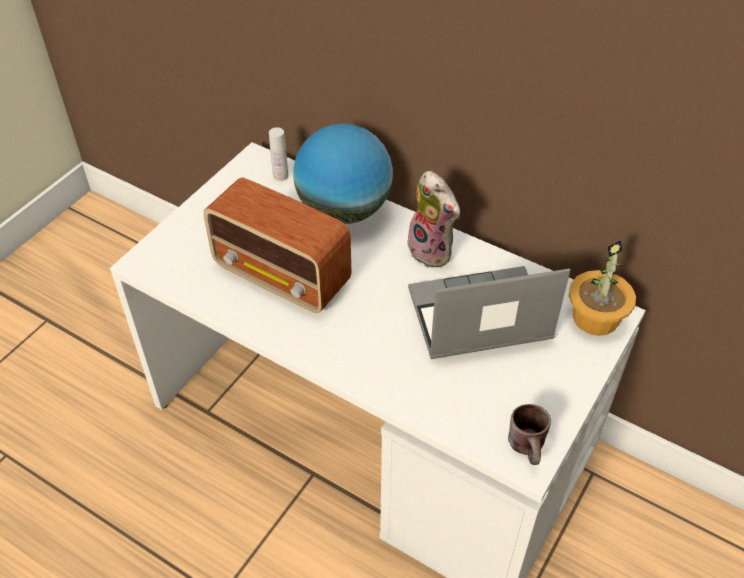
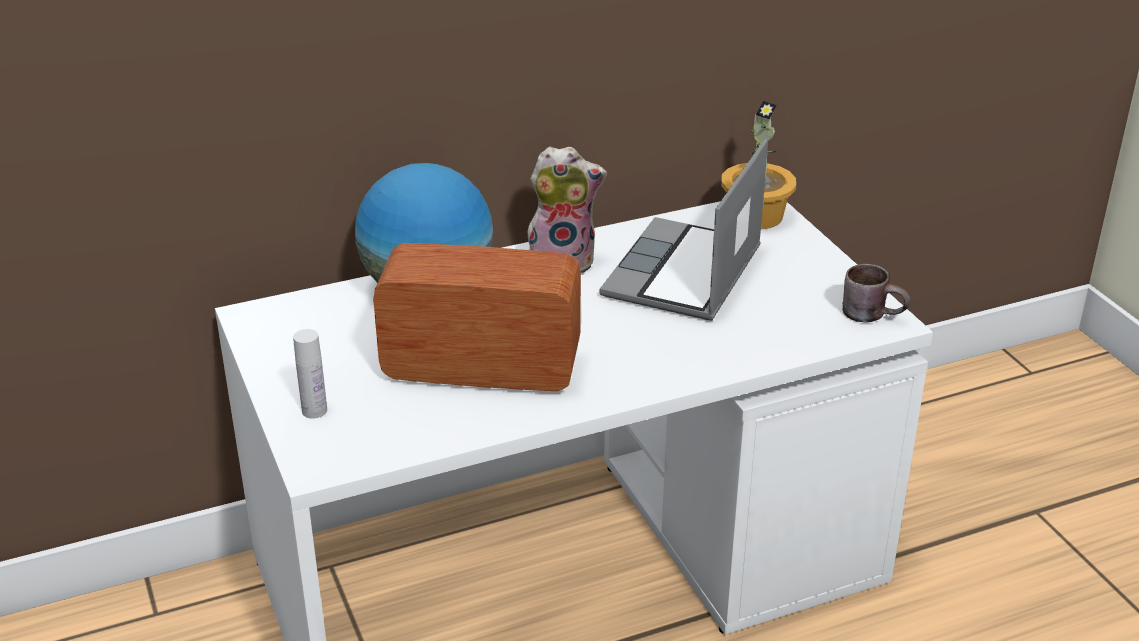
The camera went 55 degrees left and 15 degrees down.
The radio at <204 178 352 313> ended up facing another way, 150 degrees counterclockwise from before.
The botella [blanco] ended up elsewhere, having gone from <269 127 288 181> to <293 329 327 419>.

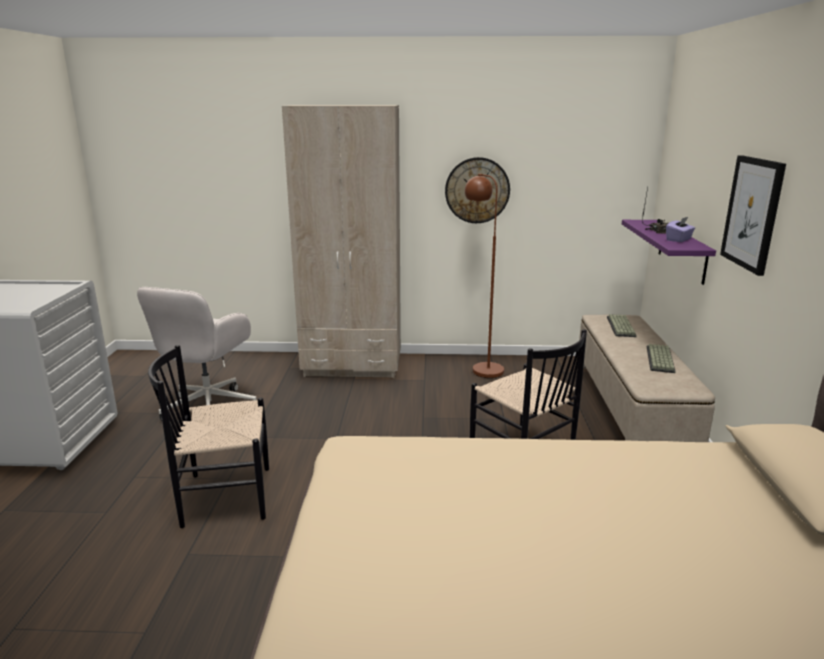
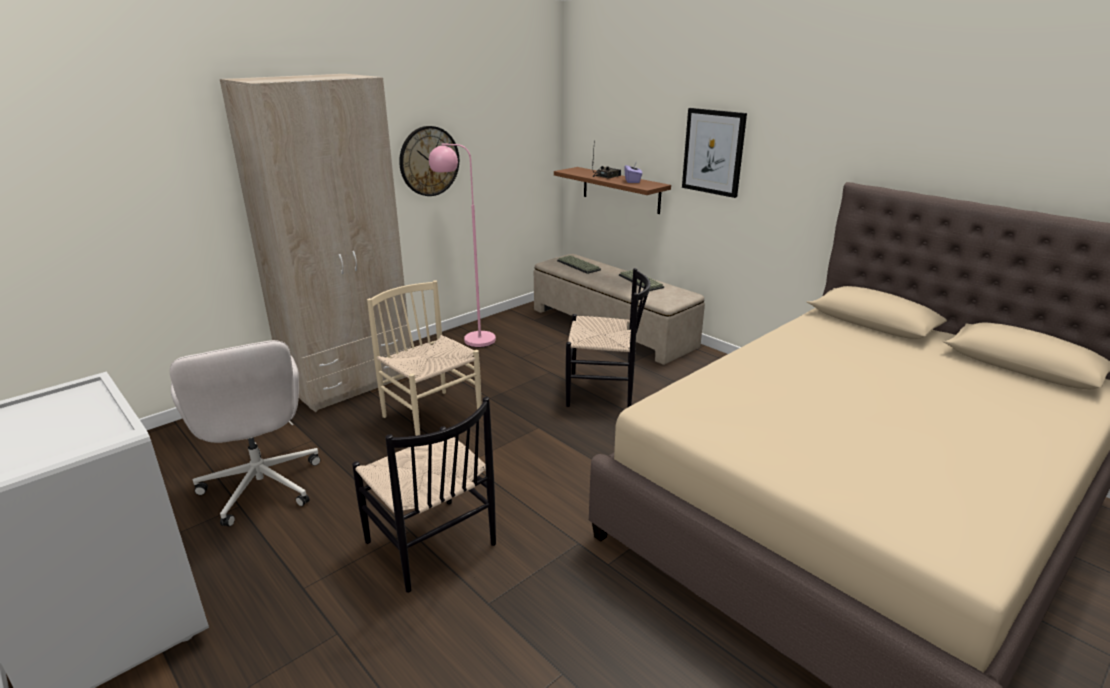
The camera went 45 degrees left and 5 degrees up.
The silla [negro] at <148 345 269 528> ended up facing another way, 75 degrees counterclockwise from before.
What was the lámpara de pie [marrón] at <465 174 504 378> turned into the lámpara de pie [rosa] at <429 143 496 347>.
What was the estante [morado] at <622 220 716 285> turned into the estante [marrón] at <554 167 671 214>.
The second view gained the silla [beis] at <367 280 481 436>.

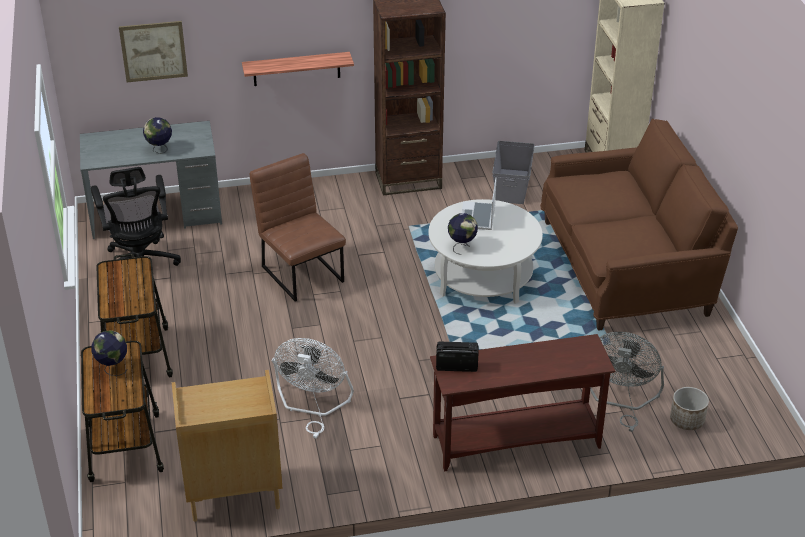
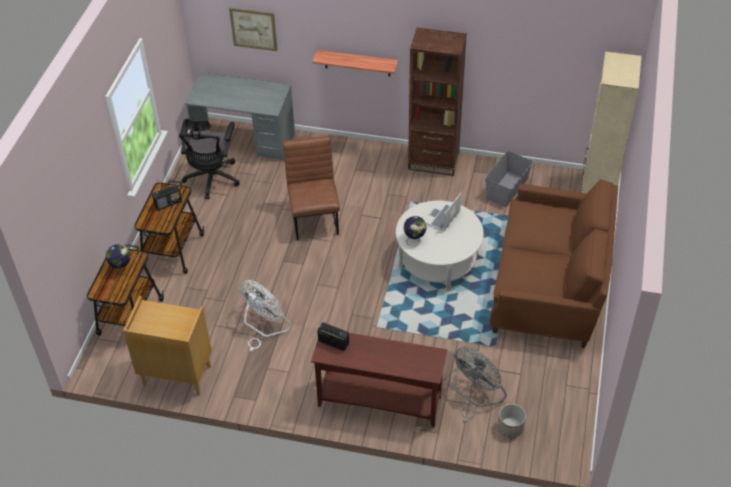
The camera went 25 degrees right and 10 degrees up.
The second view lost the globo terráqueo at <143 117 172 154>.
The second view gained the radio at <152 185 182 210>.

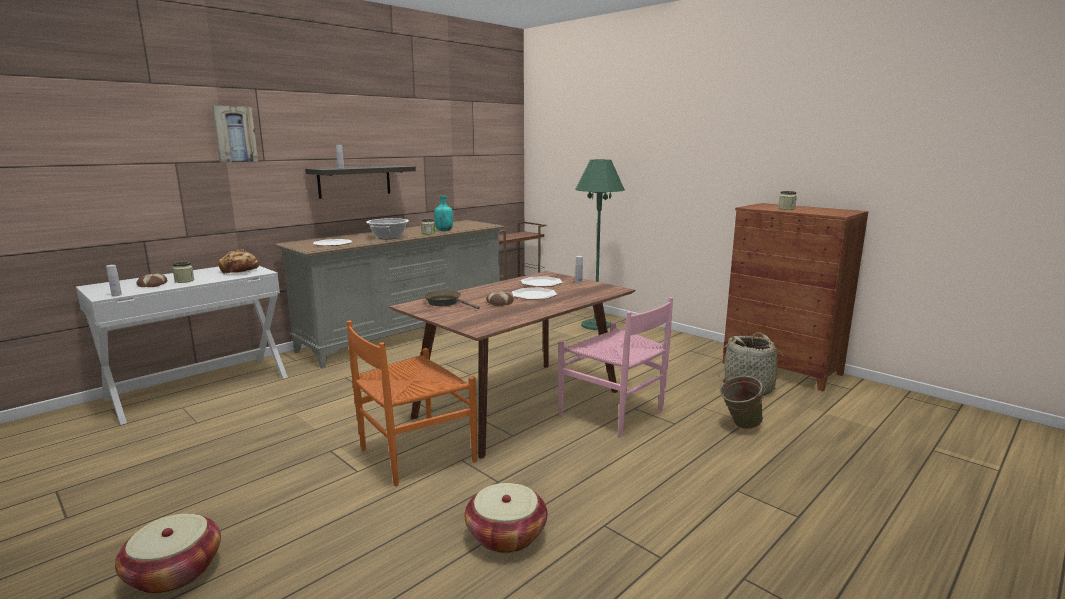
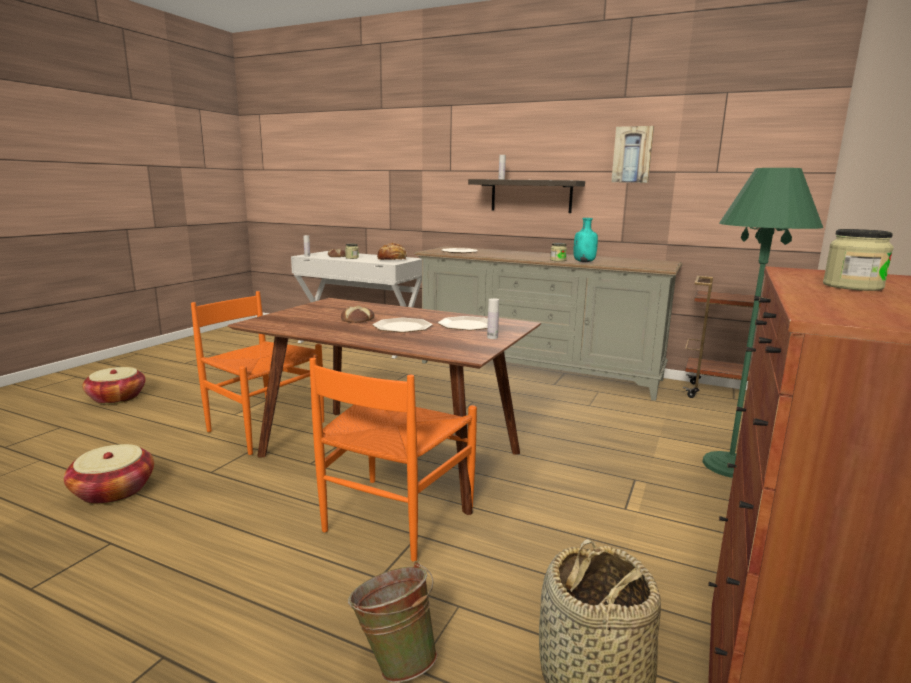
The camera went 70 degrees right and 0 degrees up.
The cuadro ended up elsewhere, having gone from <212 106 258 162> to <611 126 654 183>.
The second view lost the olla at <366 218 409 239>.
The second view lost the sartén [marrón] at <423 290 480 309>.
What was the silla [rosa] at <558 297 673 436> turned into the silla [naranja] at <309 358 477 562>.

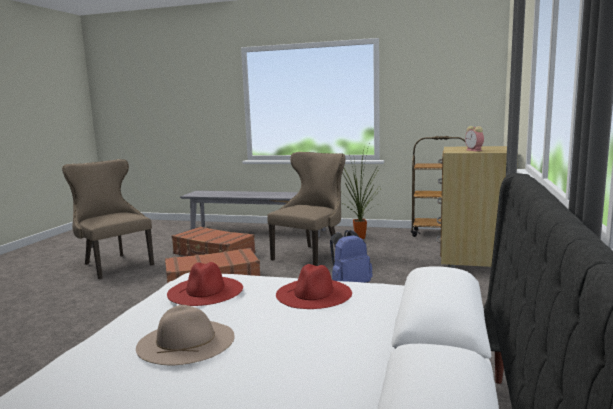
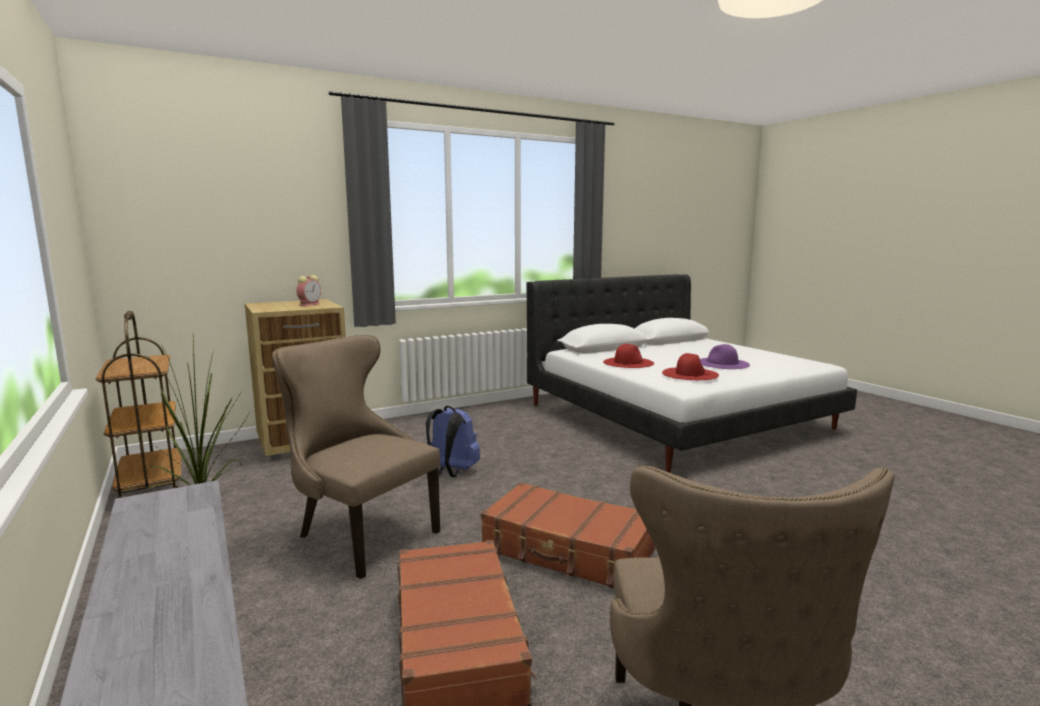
The camera went 135 degrees left and 0 degrees up.
What was the sombrero [beis] at <136 305 235 366> turned into the sombrero [morado] at <700 344 750 369>.
The silla [beis] at <267 152 345 266> ended up facing another way, 45 degrees clockwise from before.

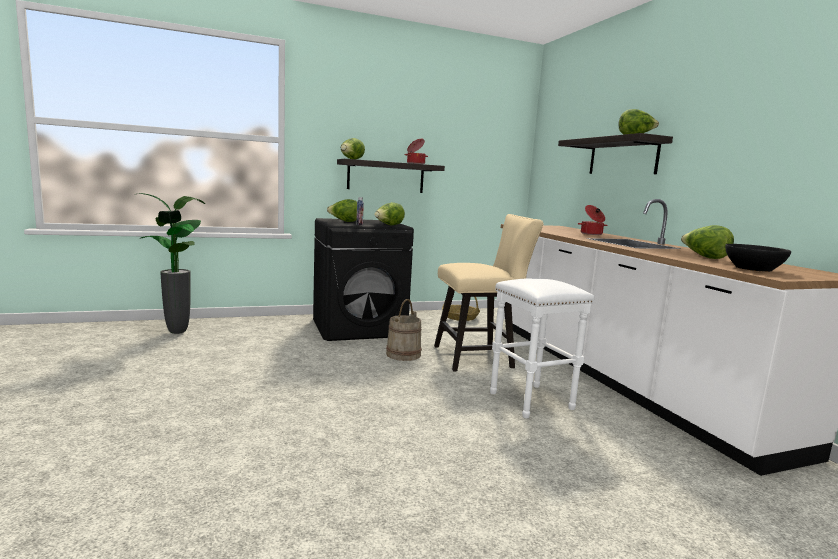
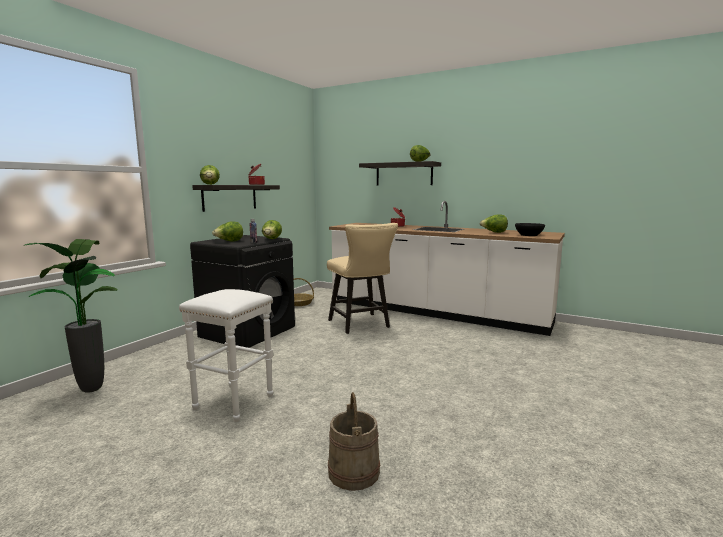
The camera went 40 degrees left and 0 degrees up.
The cubo [beis] ended up elsewhere, having gone from <386 299 422 361> to <328 392 380 491>.
The silla [beis] at <434 214 544 372> ended up facing another way, 120 degrees clockwise from before.
The taburete [blanco] ended up elsewhere, having gone from <490 278 594 418> to <179 289 273 422>.

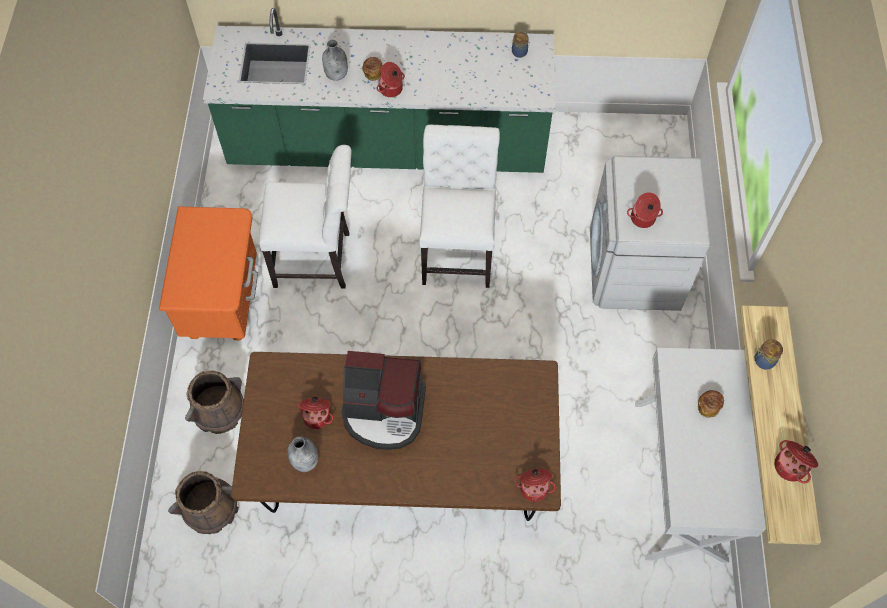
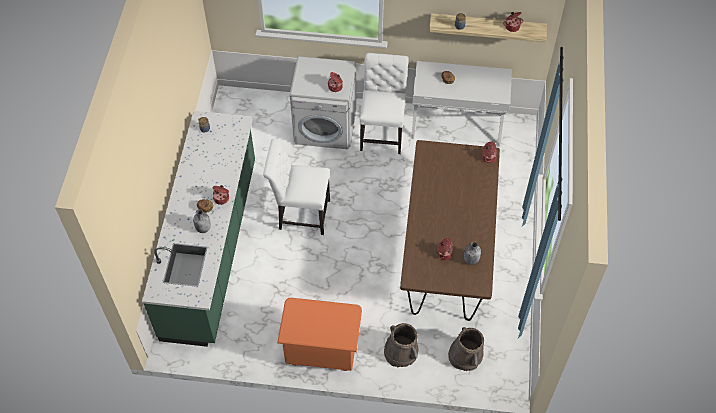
The camera went 85 degrees left and 5 degrees down.
The silla [blanco] ended up elsewhere, having gone from <259 145 352 288> to <360 53 409 154>.
The second view lost the cafetera at <341 351 426 450>.

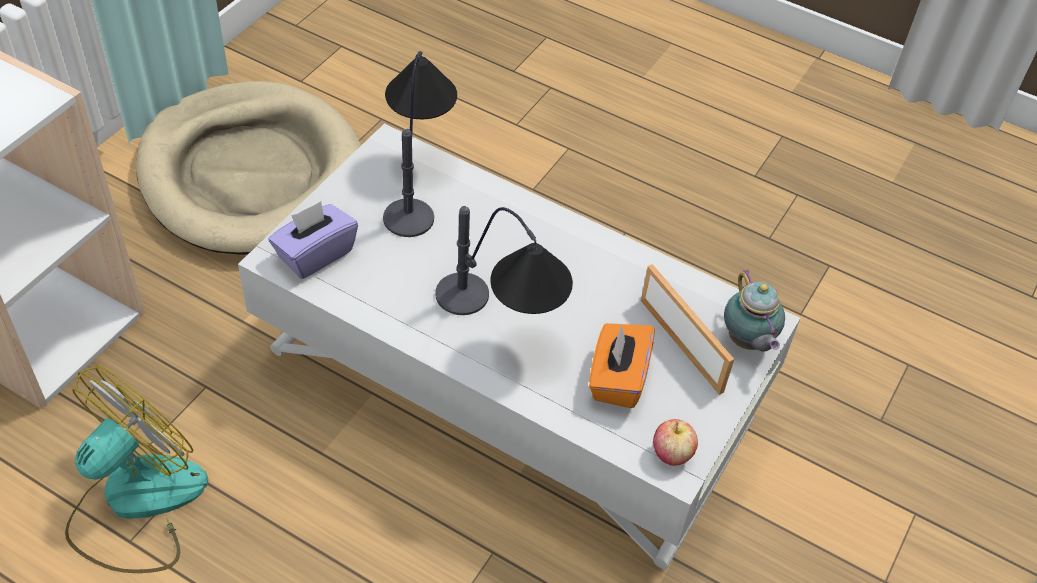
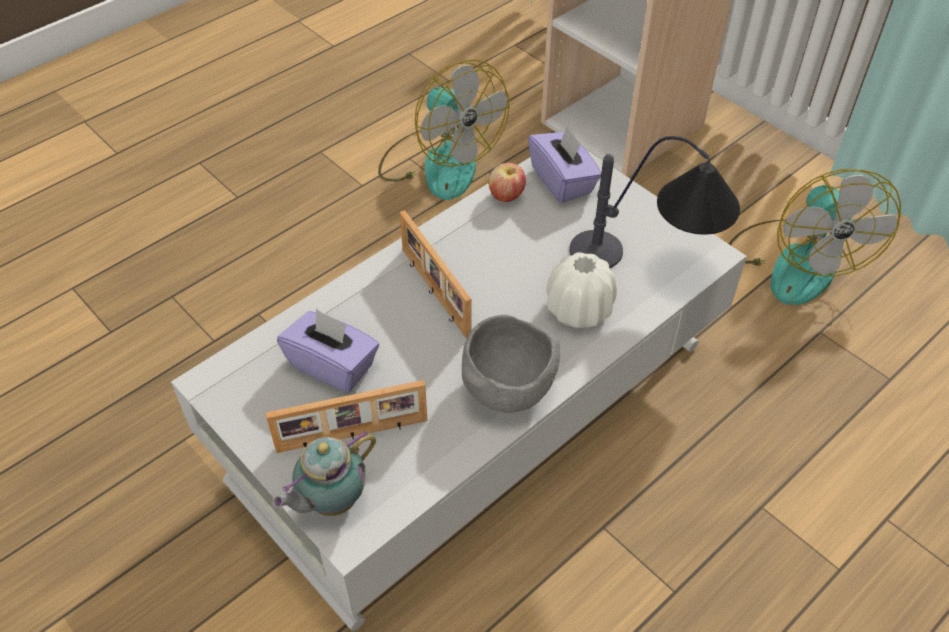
The camera went 110 degrees right and 0 degrees up.
Where the cama para perro [beis] stood at <136 81 361 255>, the ventilador came to stand at <729 169 901 305>.
Where the lámpara de mesa stood at <435 206 573 315>, the portarretratos came to stand at <400 210 472 338>.
What was the caja de pañuelos [naranja] at <589 323 654 408> turned into the caja de pañuelos [morado] at <277 308 379 393>.
The manzana ended up elsewhere, having gone from <653 419 698 466> to <489 163 526 202>.
The tetera at <724 269 785 352> ended up facing another way, 45 degrees counterclockwise from before.
The second view gained the cuenco [gris] at <462 315 560 413>.
The second view gained the florero [blanco] at <547 252 617 328>.

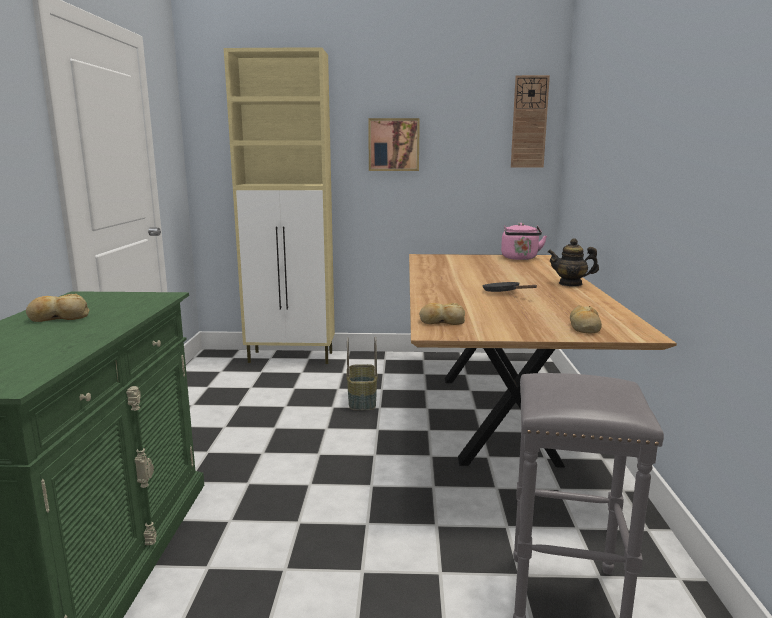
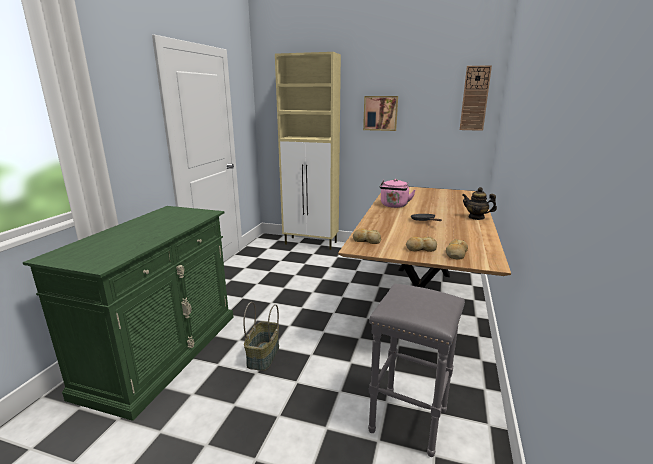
The camera went 15 degrees right and 5 degrees up.
The pan ended up elsewhere, having gone from <26 294 89 322> to <406 237 437 252>.
The cesta ended up elsewhere, having gone from <346 337 378 410> to <243 302 279 371>.
The hervidor [rosa] ended up elsewhere, having gone from <501 223 547 260> to <380 179 415 208>.

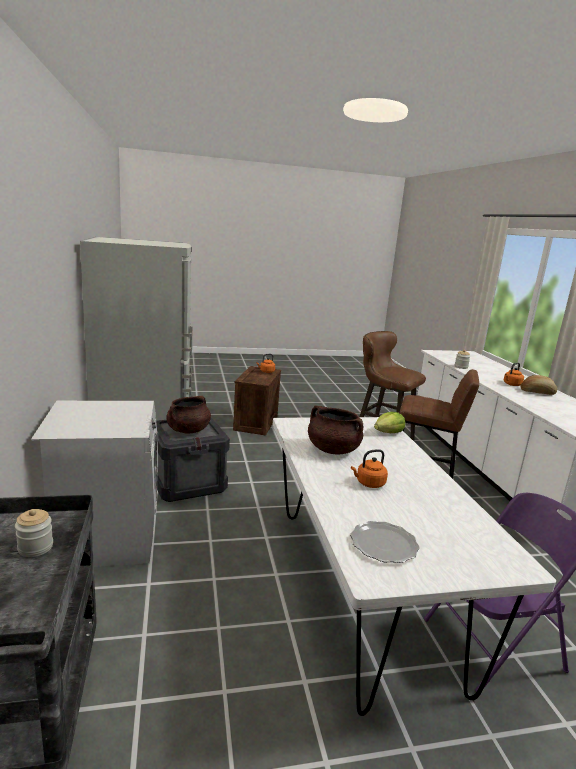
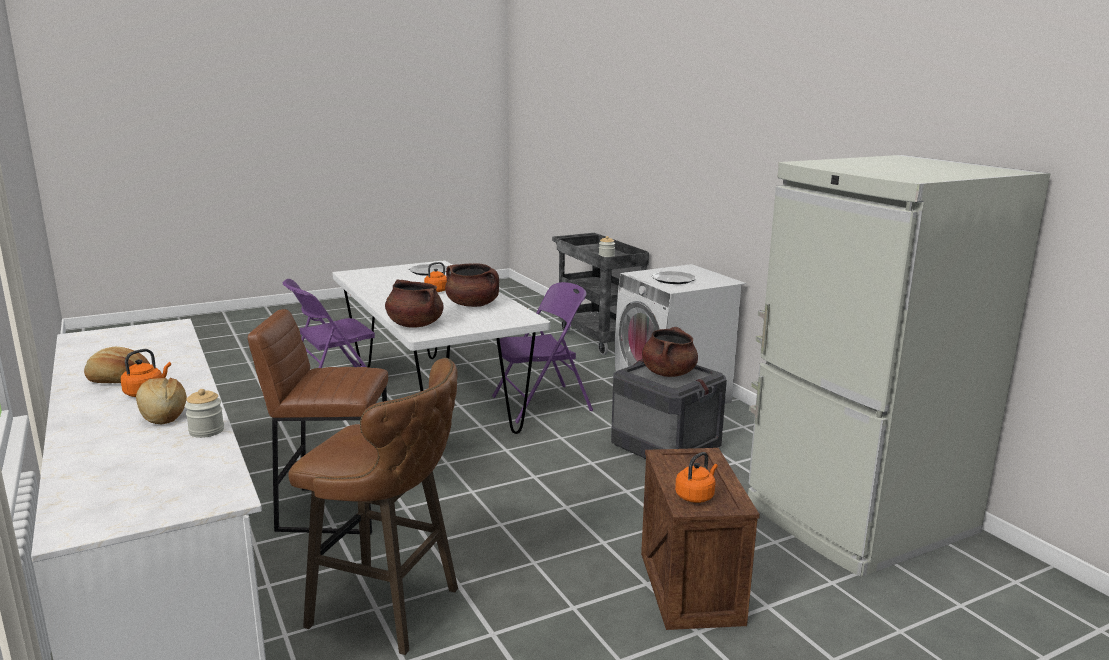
The camera went 165 degrees right and 0 degrees up.
Where the lechuga stood at <374 412 405 433>, the olla [marrón] came to stand at <385 279 443 328>.
The second view gained the pan at <136 378 187 424>.
The second view gained the silla [morado] at <492 282 593 424>.
The second view gained the plato at <652 271 696 284>.

